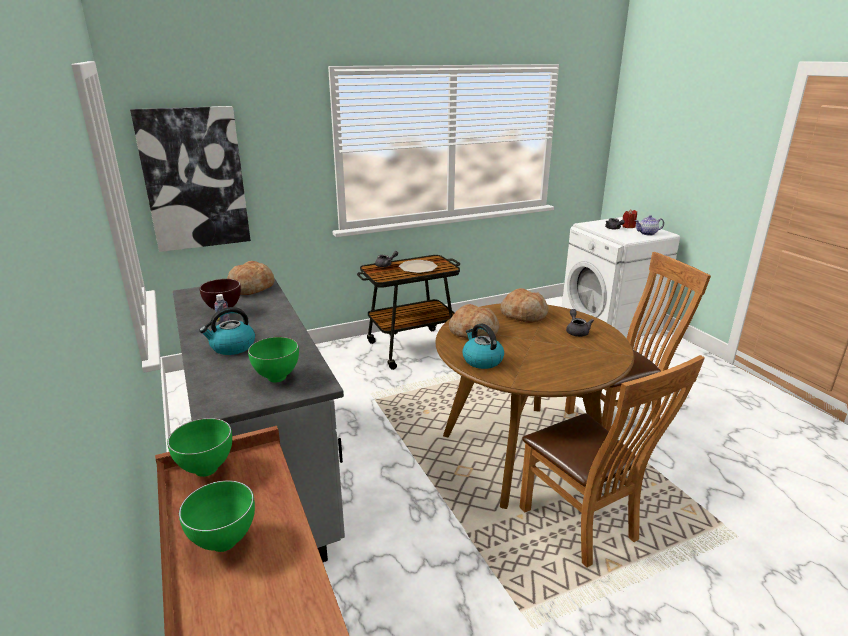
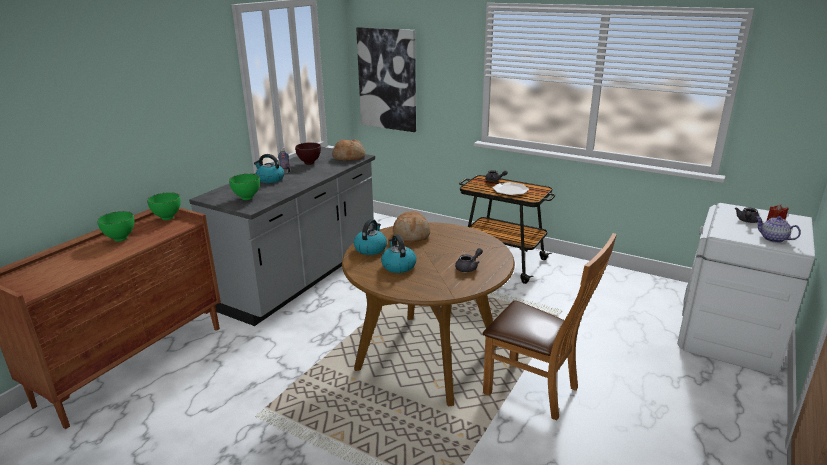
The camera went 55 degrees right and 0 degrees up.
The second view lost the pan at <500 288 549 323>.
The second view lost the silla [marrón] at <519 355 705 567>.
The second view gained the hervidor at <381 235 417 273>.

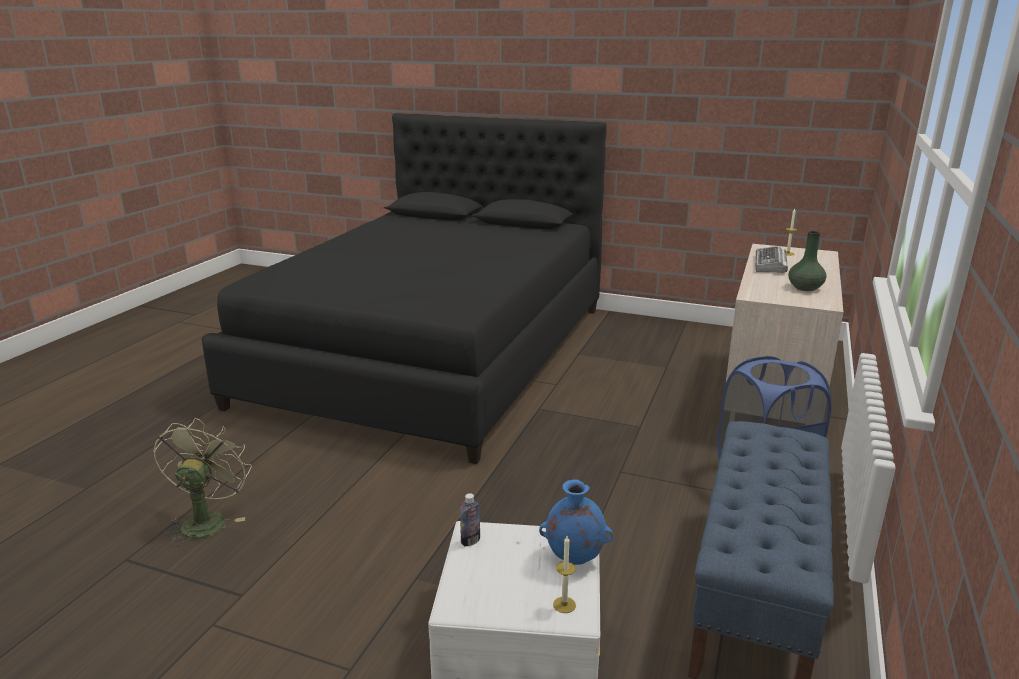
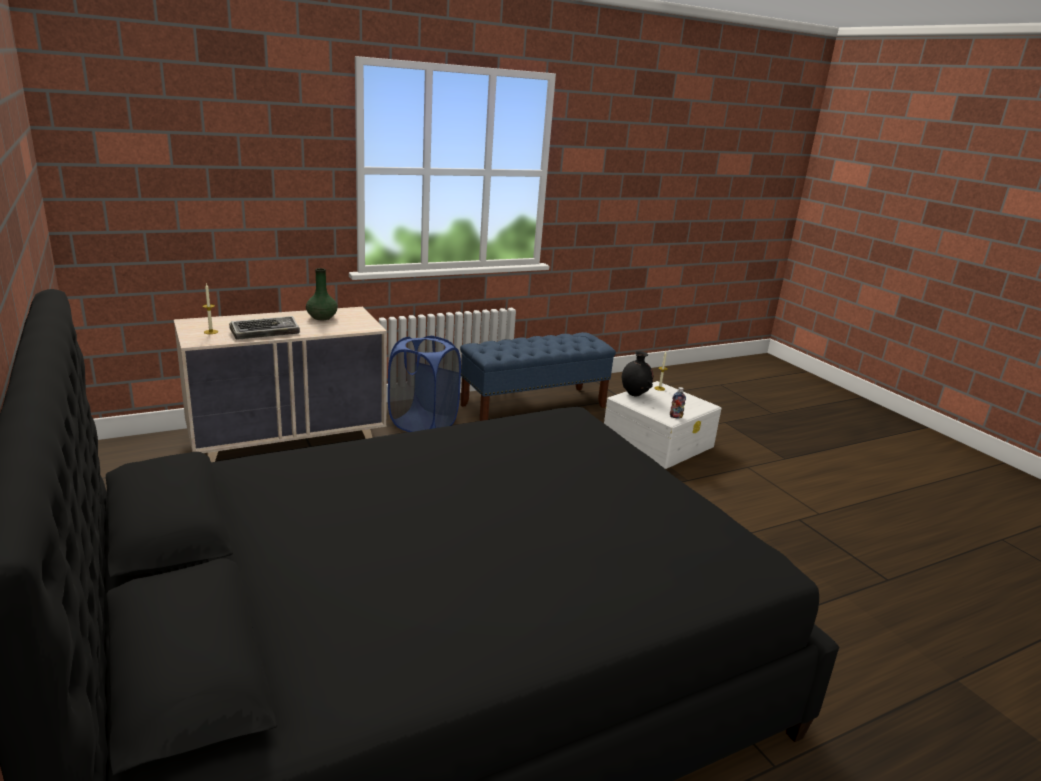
The camera went 140 degrees left and 0 degrees up.
The second view lost the ventilador [verde] at <153 418 252 547>.
What was the florero [azul] at <539 479 613 565> turned into the florero [negro] at <622 351 653 397>.

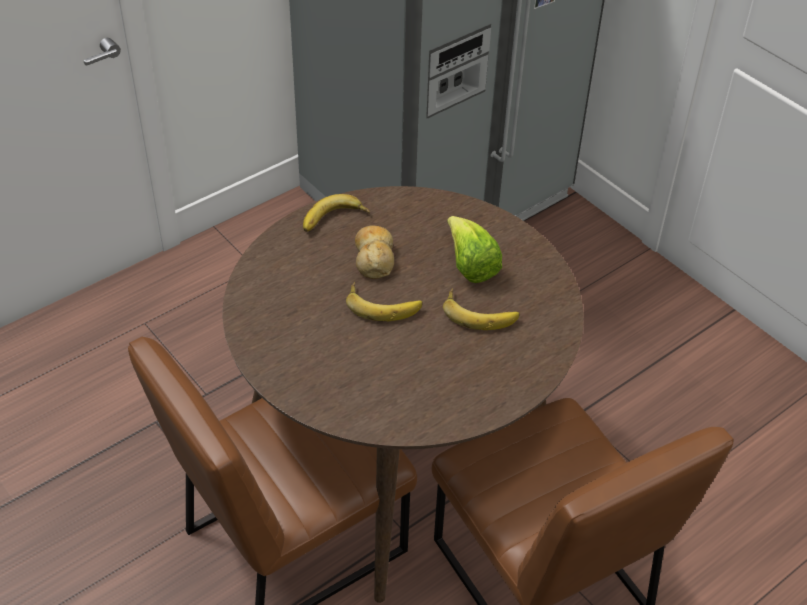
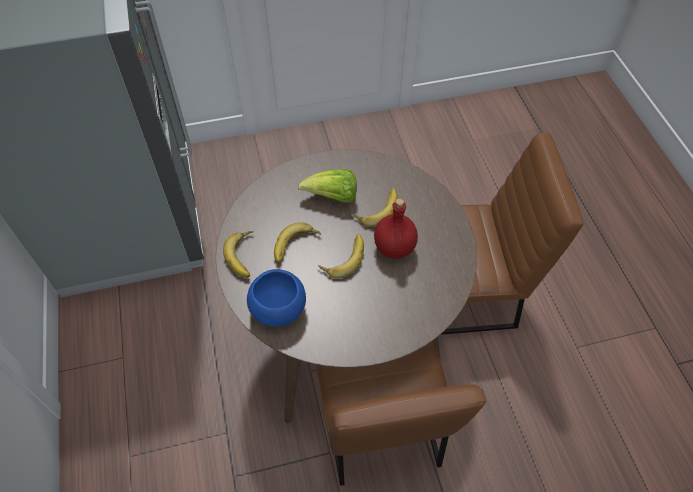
The camera went 65 degrees left and 10 degrees up.
Where the pan stood at <355 225 394 279>, the plátano came to stand at <274 222 321 263>.
The second view gained the cuenco [azul] at <247 269 306 326>.
The second view gained the botella [rojo] at <374 198 418 259>.

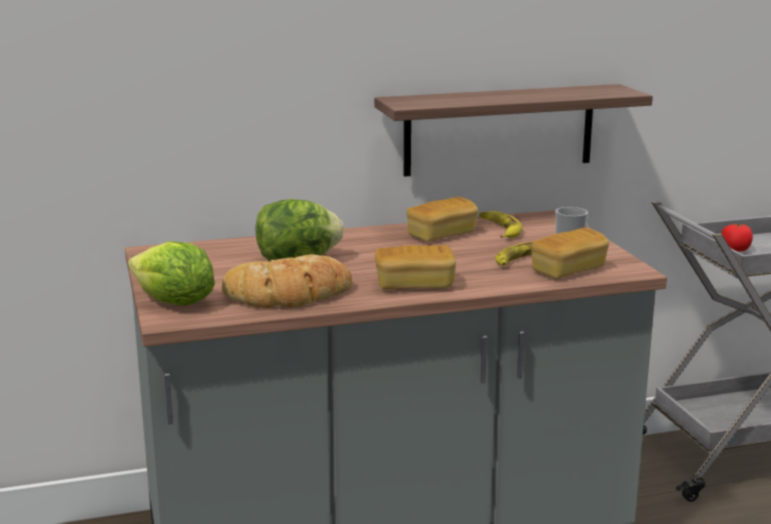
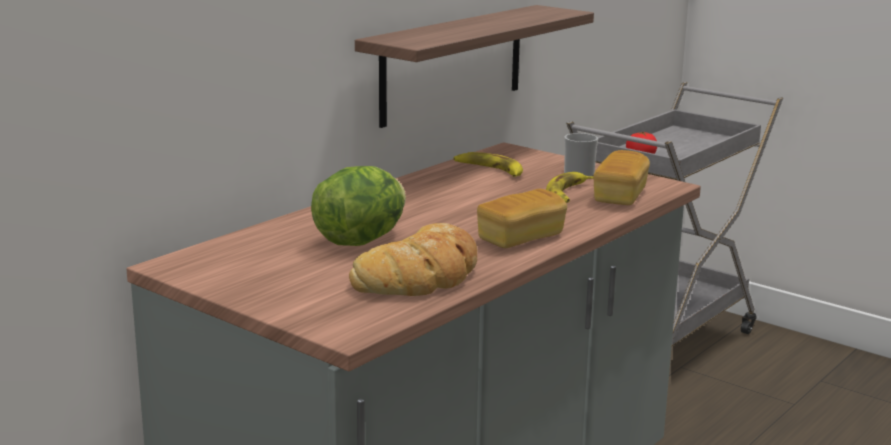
The camera went 35 degrees left and 0 degrees up.
The second view lost the lechuga at <128 241 215 306>.
The second view lost the pan at <407 197 478 242>.

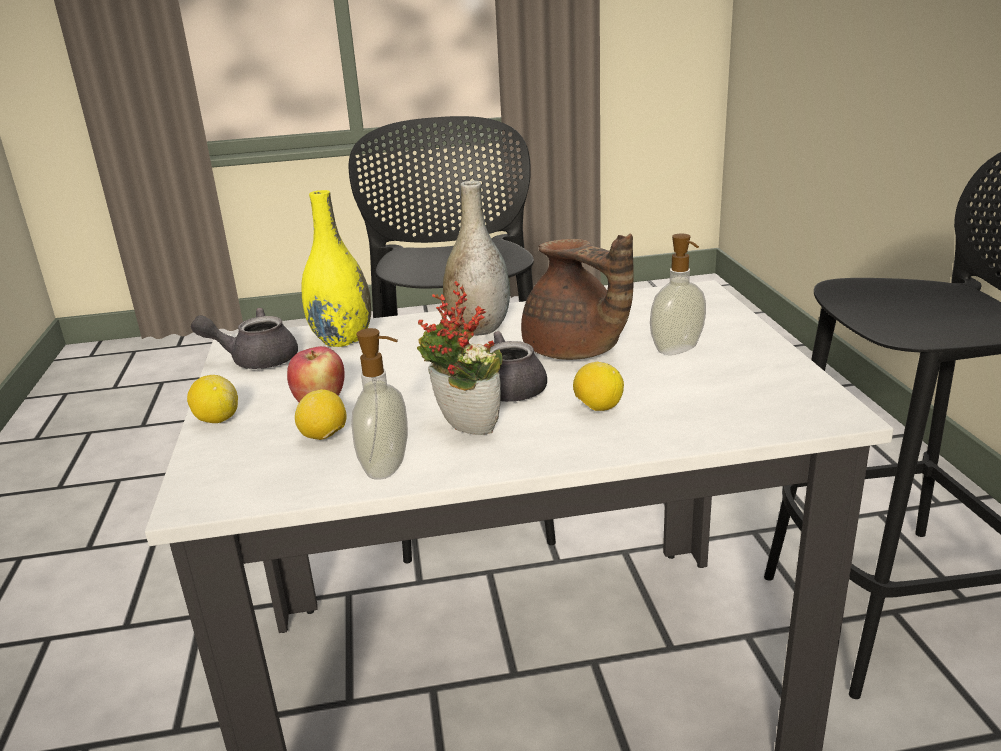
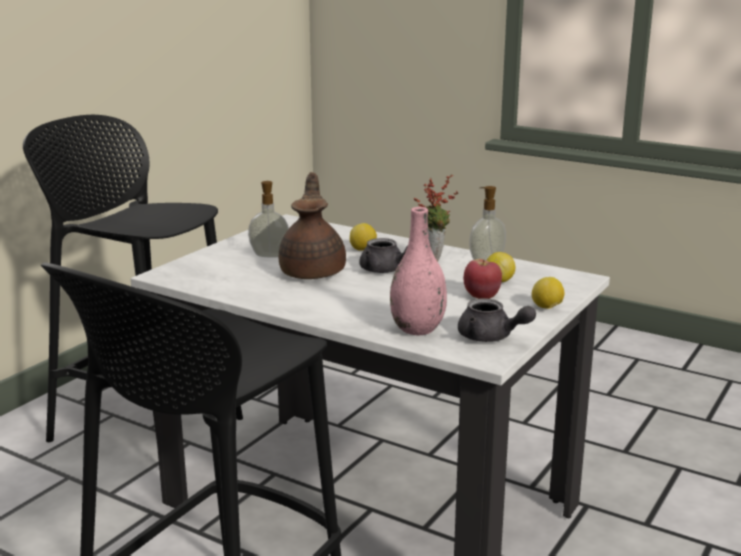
The camera went 140 degrees left and 5 degrees down.
What was the florero [amarillo] at <302 190 371 347> turned into the florero [rosa] at <390 207 447 336>.
The second view lost the florero [gris] at <443 180 510 336>.

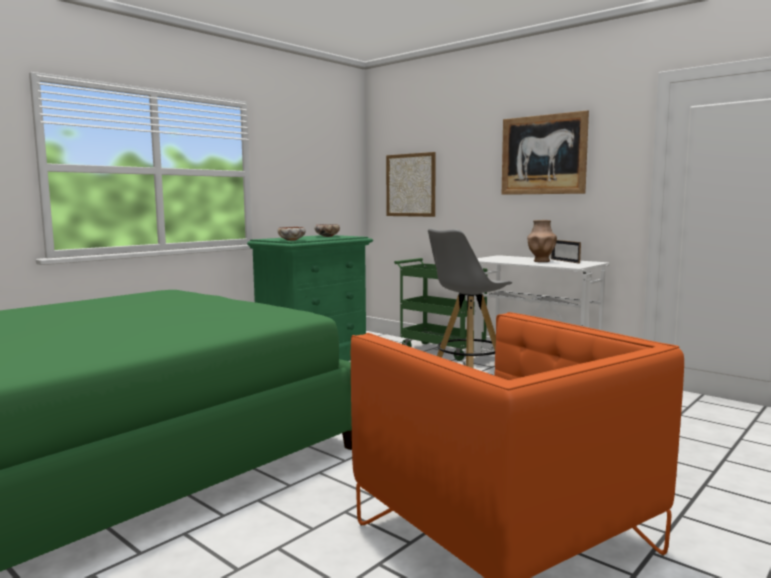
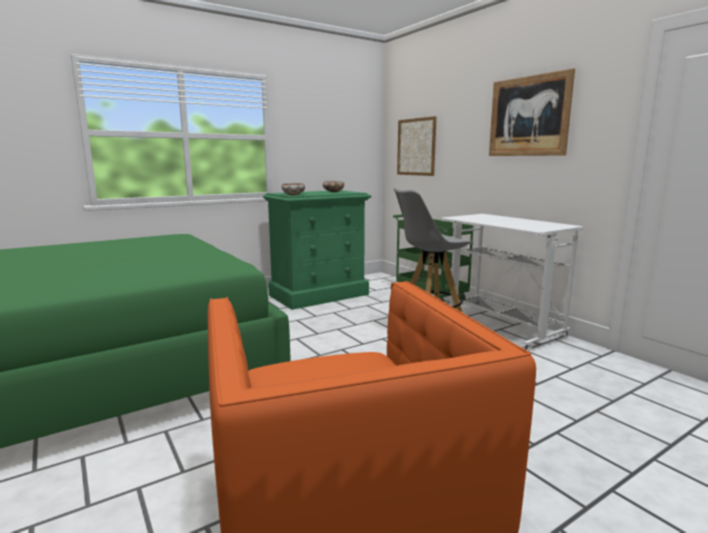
The camera went 15 degrees right and 5 degrees up.
The second view lost the florero [marrón] at <527 220 557 262>.
The second view lost the portarretratos at <551 240 581 263>.

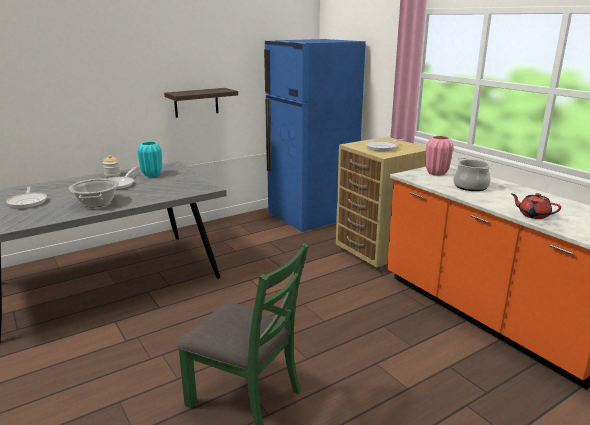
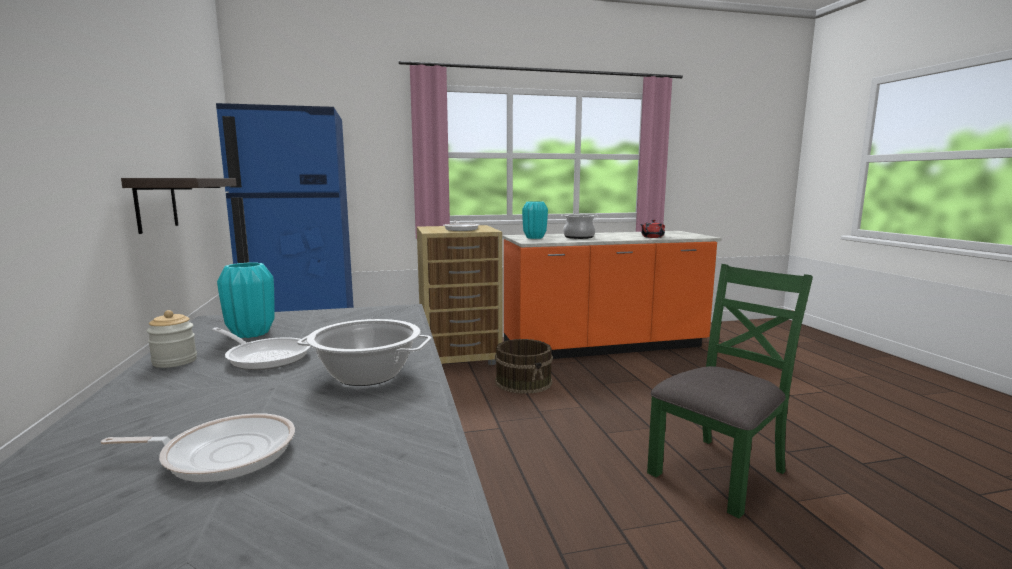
The camera went 70 degrees left and 10 degrees down.
What was the florero [rosa] at <426 136 454 176> turned into the florero [turquesa] at <522 201 548 239>.
The second view gained the cubo [marrón] at <495 339 553 394>.

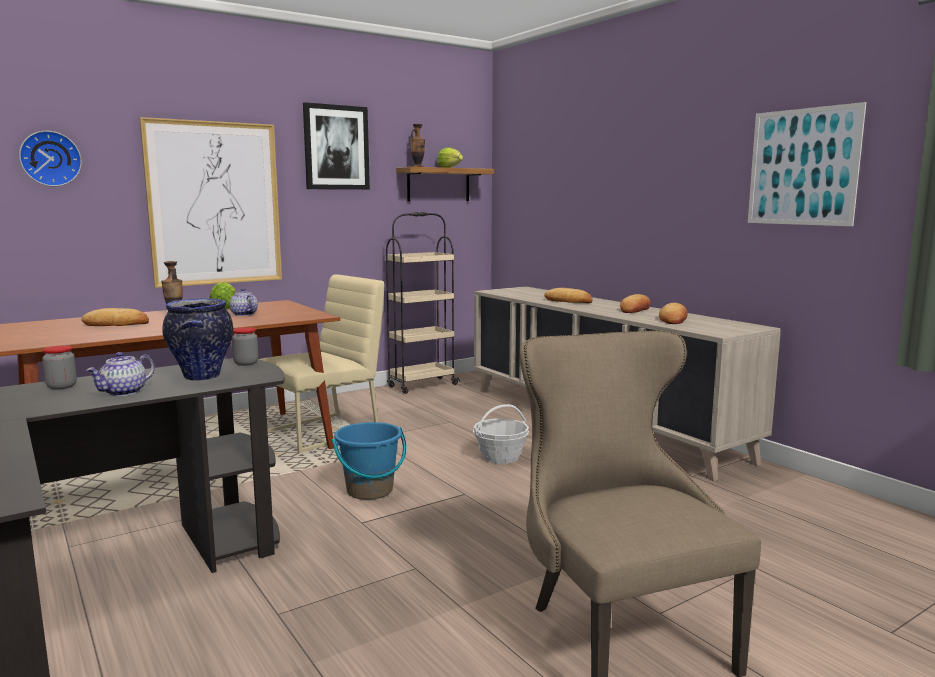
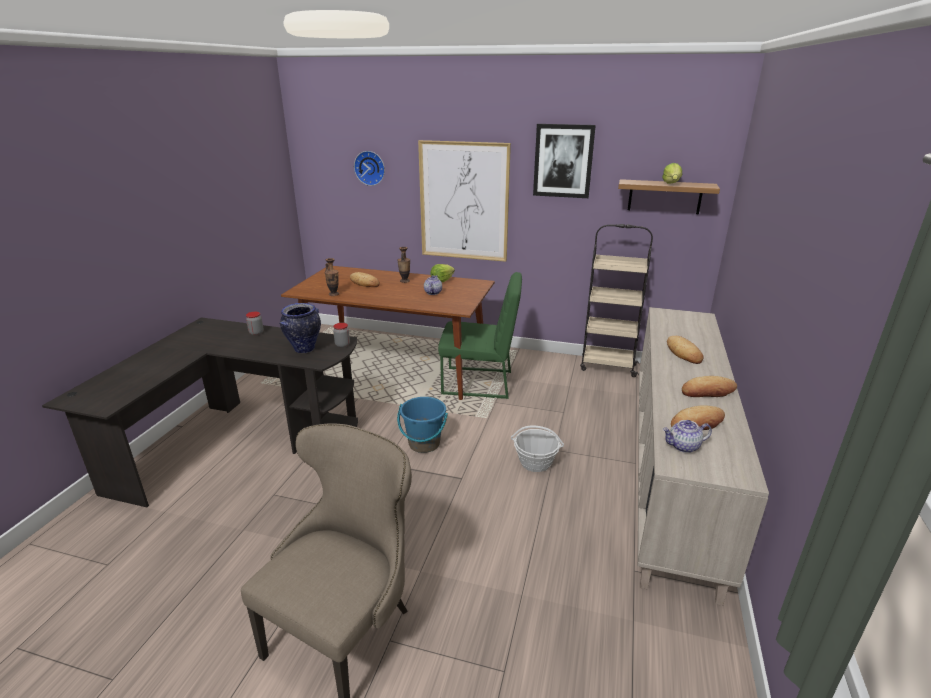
The camera went 50 degrees right and 15 degrees up.
The tetera ended up elsewhere, having gone from <86 352 155 396> to <662 420 712 453>.
What was the silla [beis] at <259 274 384 453> turned into the silla [verde] at <438 272 522 399>.
The florero ended up elsewhere, having gone from <410 124 425 167> to <325 258 339 296>.
The second view lost the cuadro at <748 102 866 226>.

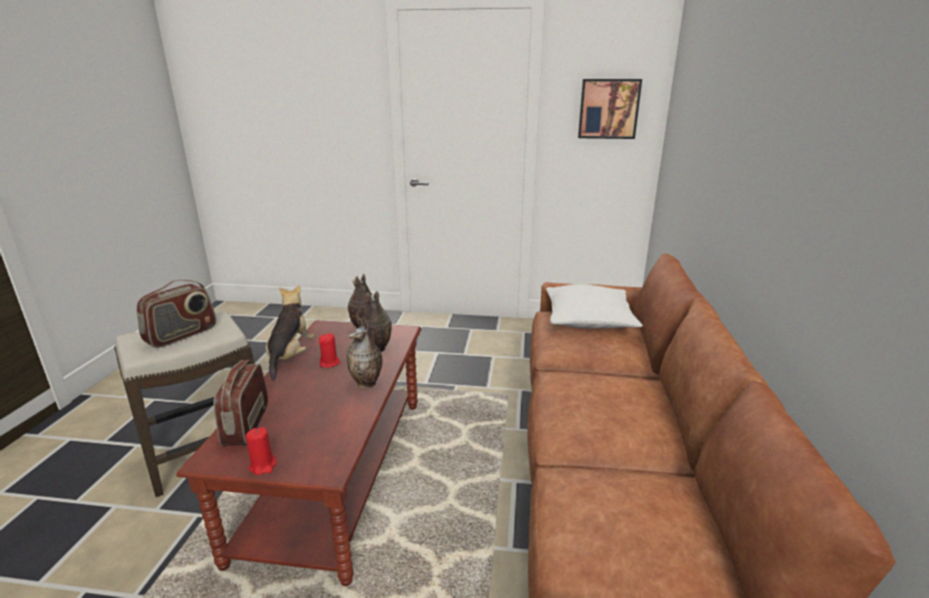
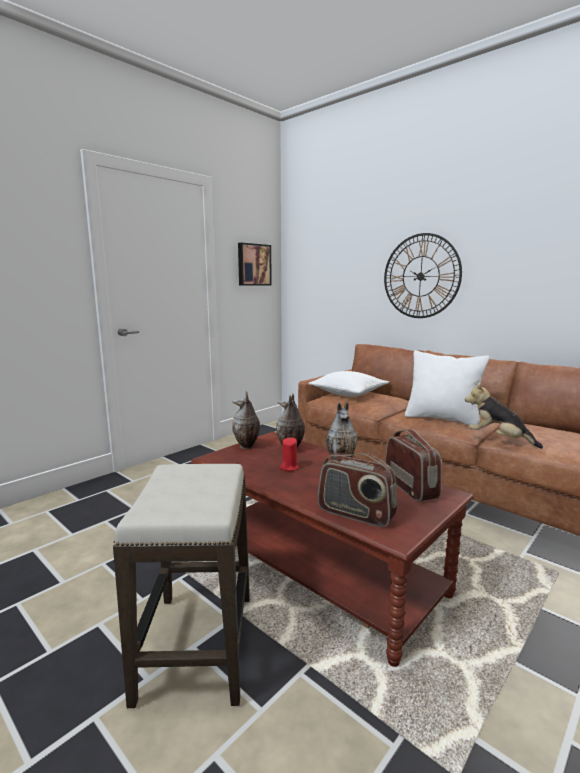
The camera went 55 degrees left and 10 degrees down.
The radio ended up elsewhere, having gone from <136 280 216 348> to <385 429 441 502>.
The second view lost the vela [rojo] at <246 427 277 475>.
The peluche ended up elsewhere, having gone from <266 285 314 381> to <465 382 543 449>.
The second view gained the reloj de pared at <384 233 462 318>.
The second view gained the cojín [blanco] at <405 351 490 425>.

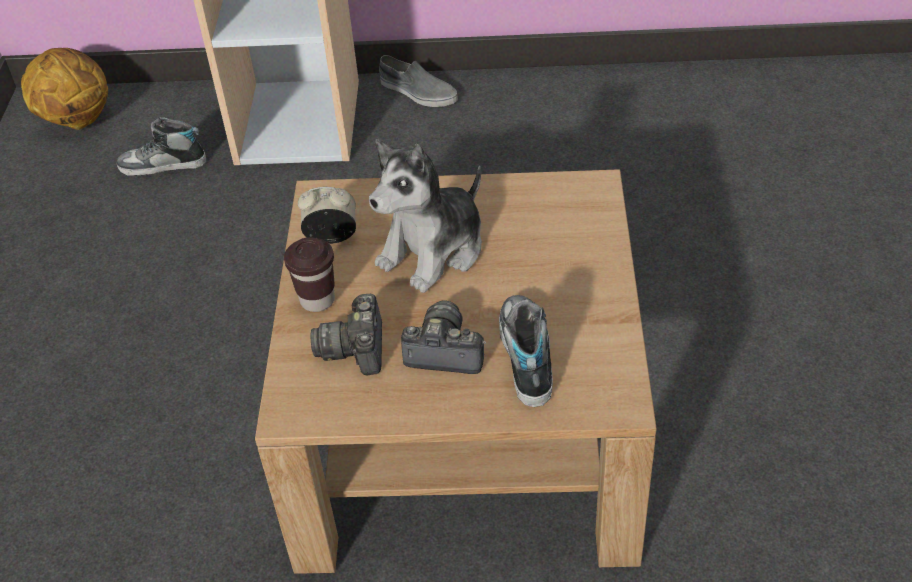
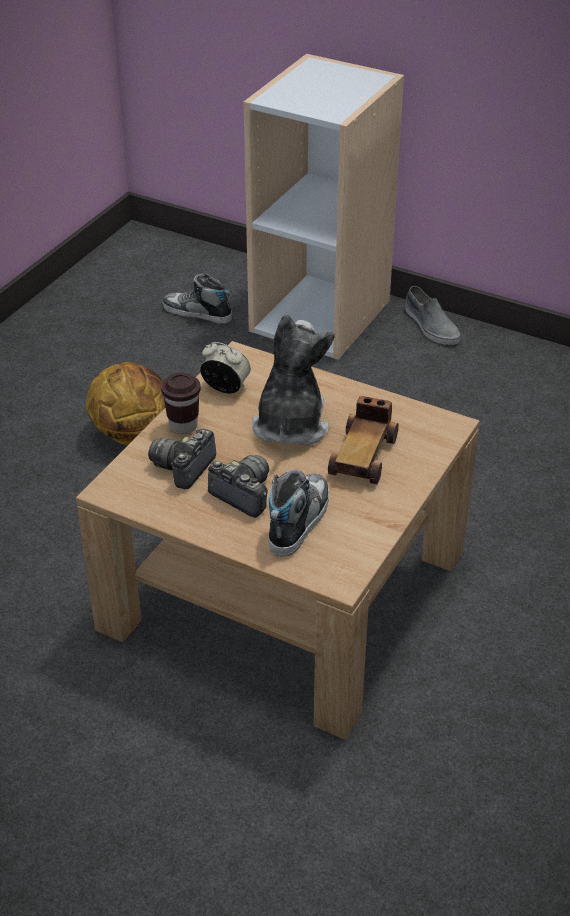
The camera went 25 degrees right and 5 degrees down.
The balón de baloncesto ended up elsewhere, having gone from <21 48 108 130> to <86 362 166 445>.
The peluche at <369 139 482 293> ended up facing another way, 120 degrees clockwise from before.
The second view gained the coche de juguete at <328 396 399 484>.

